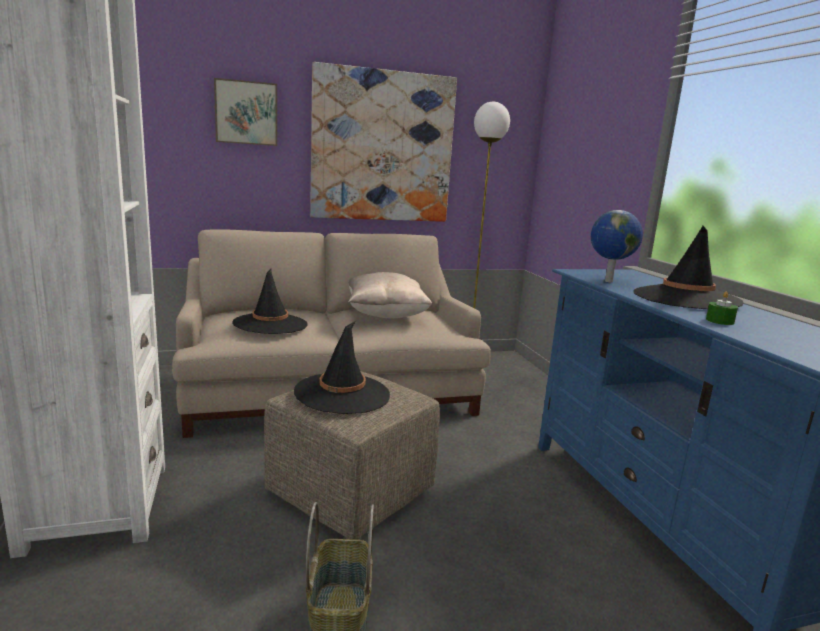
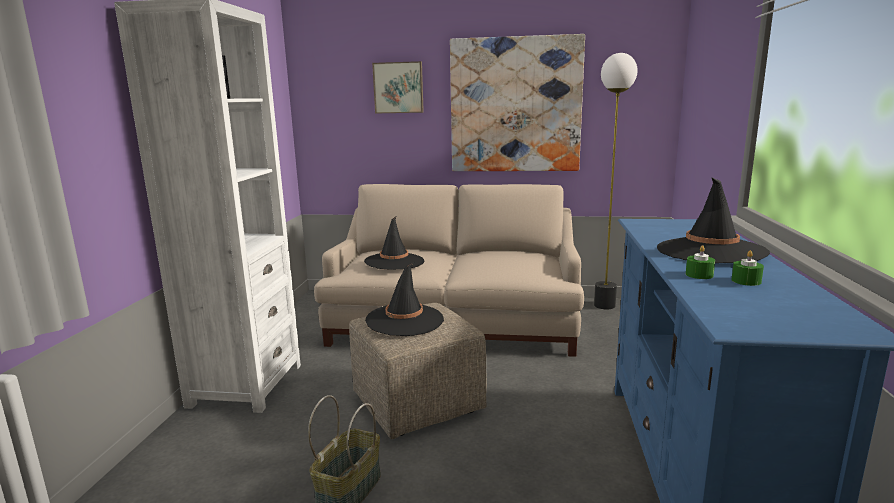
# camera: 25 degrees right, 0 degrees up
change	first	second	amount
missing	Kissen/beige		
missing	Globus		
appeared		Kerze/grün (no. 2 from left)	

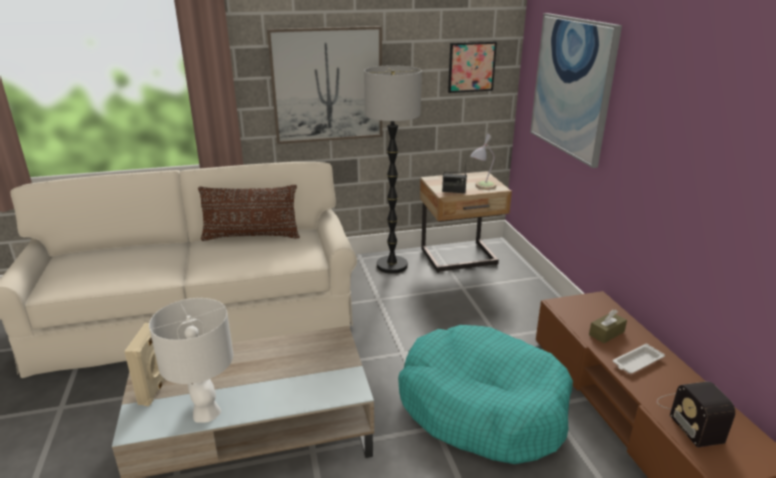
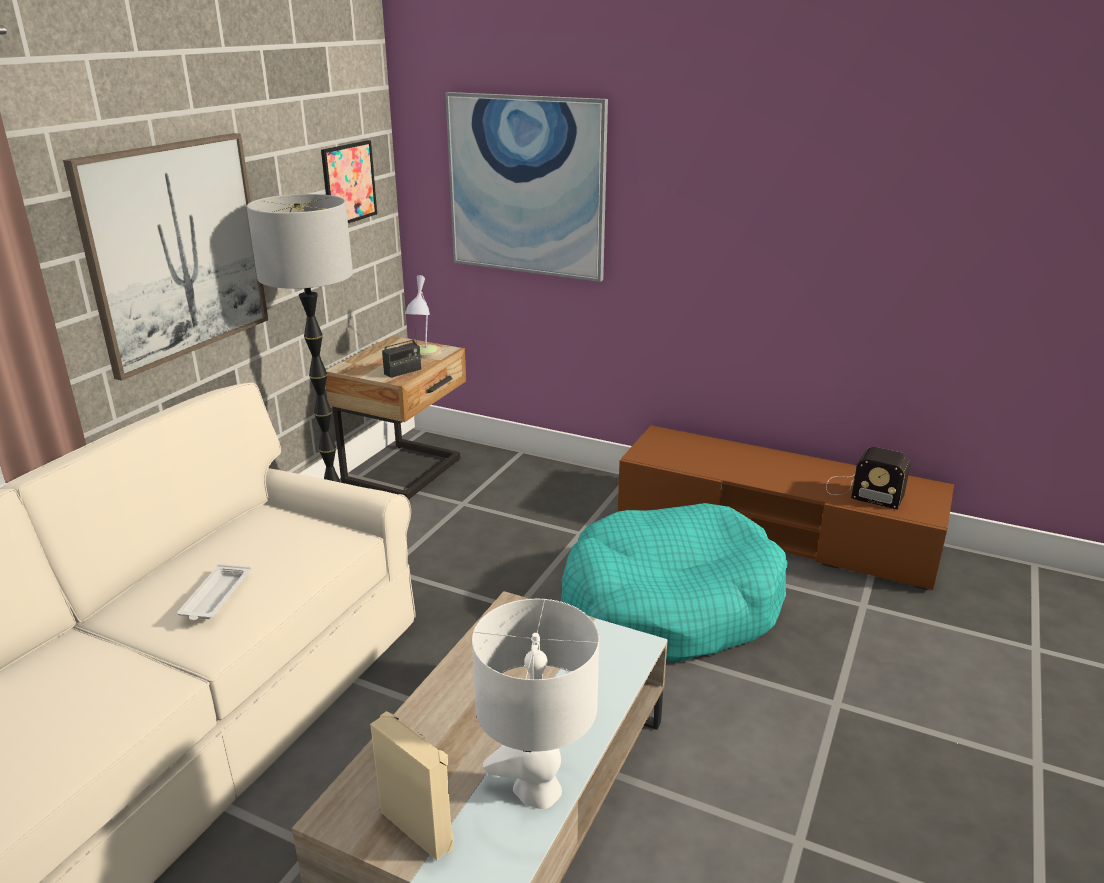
# camera: 50 degrees left, 0 degrees up
change	first	second	amount
missing	Kissen/braun		
missing	Taschentuchbox/braun		
relocated	Tablett/weiß		

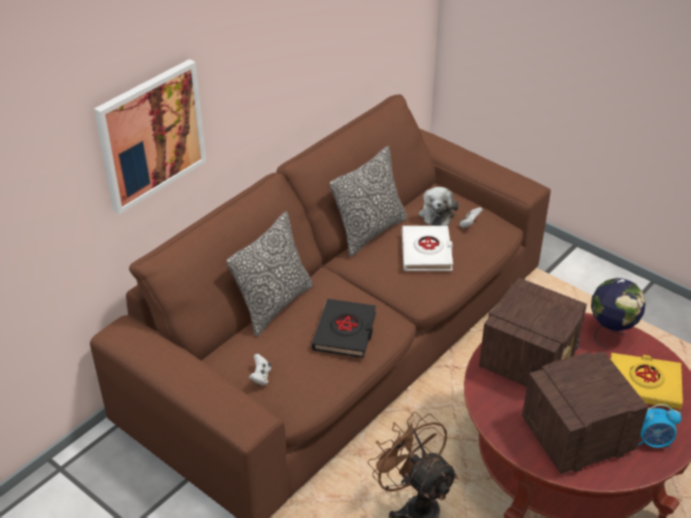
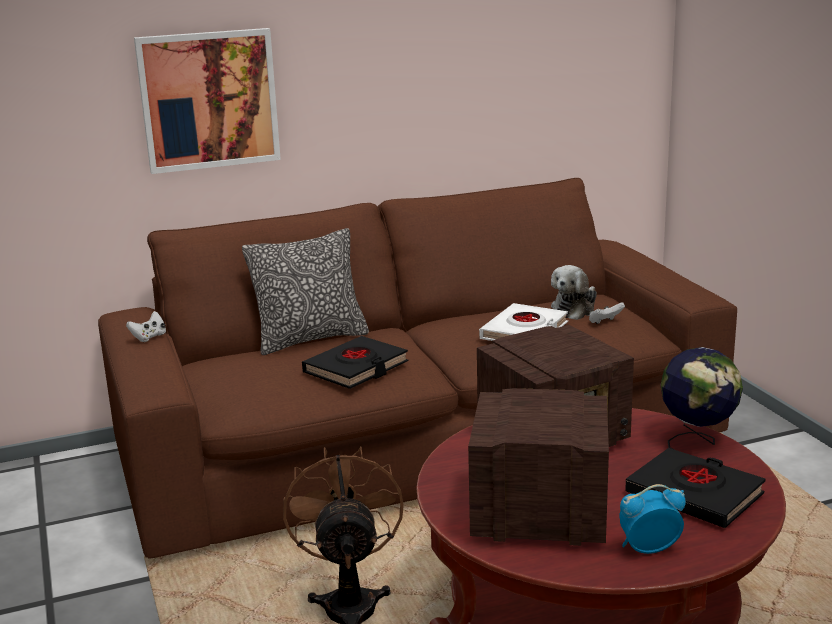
# camera: 30 degrees right, 20 degrees down
change	first	second	amount
relocated	Gamepad/weiß (no. 1 from left)		
missing	Kissen (no. 2 from left)		
colour	Buch/gelb	Buch/schwarz (no. 2 from left)	
spun	Wecker		135 degrees clockwise

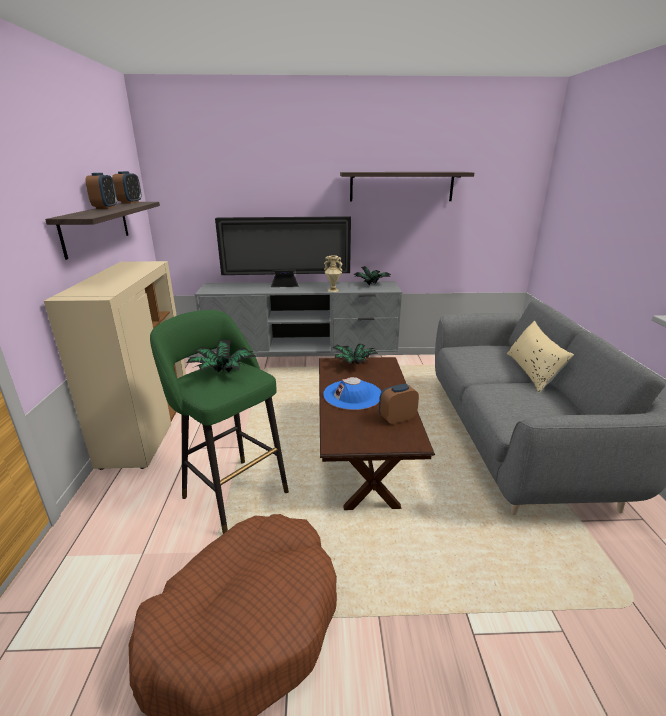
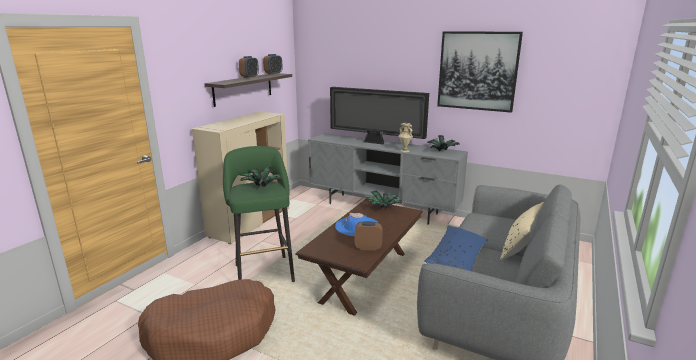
# camera: 30 degrees right, 5 degrees down
change	first	second	amount
exchanged	Wandregal (no. 2 from left)	Bild	
appeared		Kissen/blau	

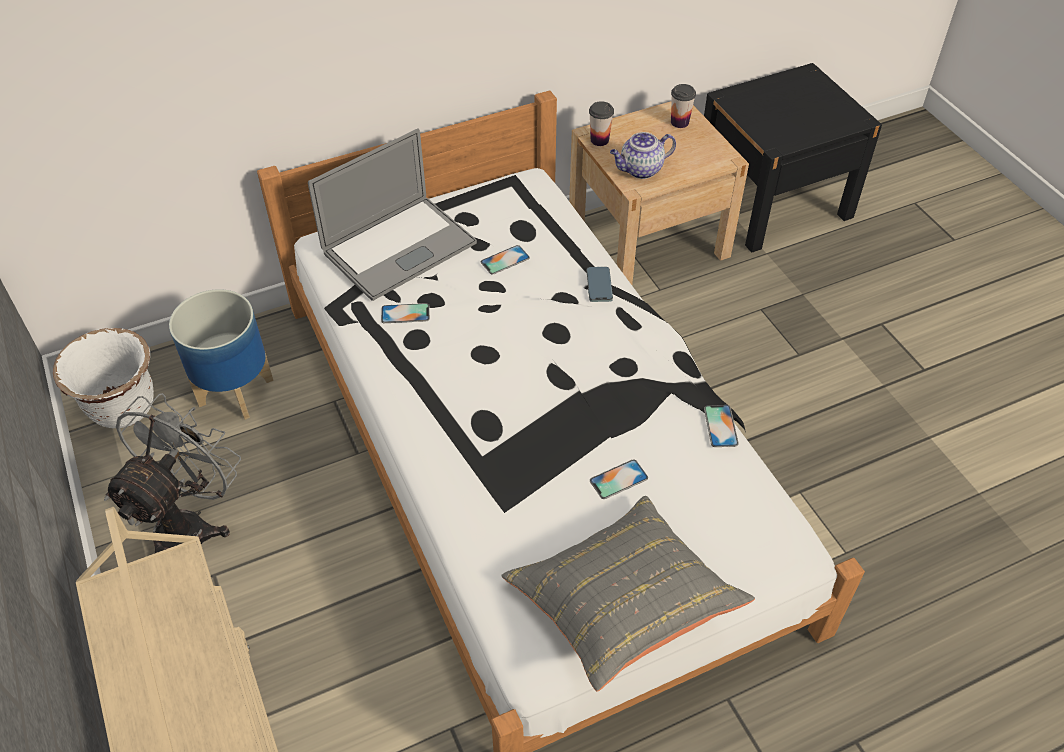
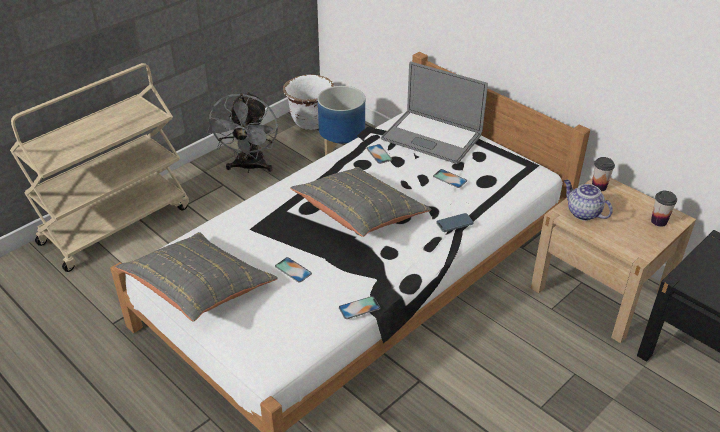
# camera: 70 degrees right, 10 degrees down
change	first	second	amount
spun	Ventilator/grau		90 degrees clockwise
appeared		Kissen/grau (no. 2 from left)	

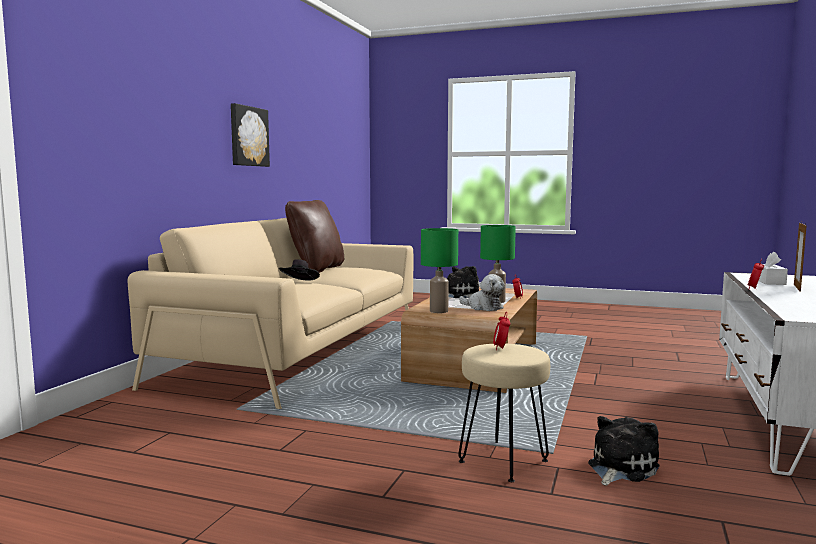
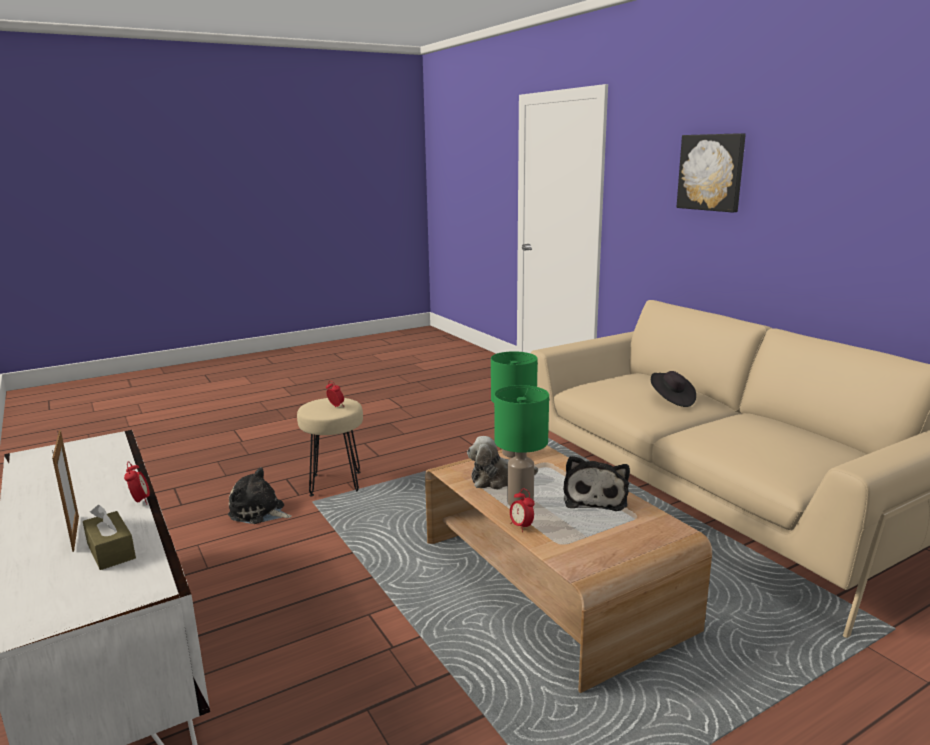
# camera: 130 degrees right, 10 degrees up
change	first	second	amount
relocated	Bild		
missing	Kissen/braun		
spun	Plüschtier (no. 3 from left in the first image)	Plüschtier (no. 1 from left)	120 degrees clockwise
colour	Taschentuchbox/weiß	Taschentuchbox/braun	

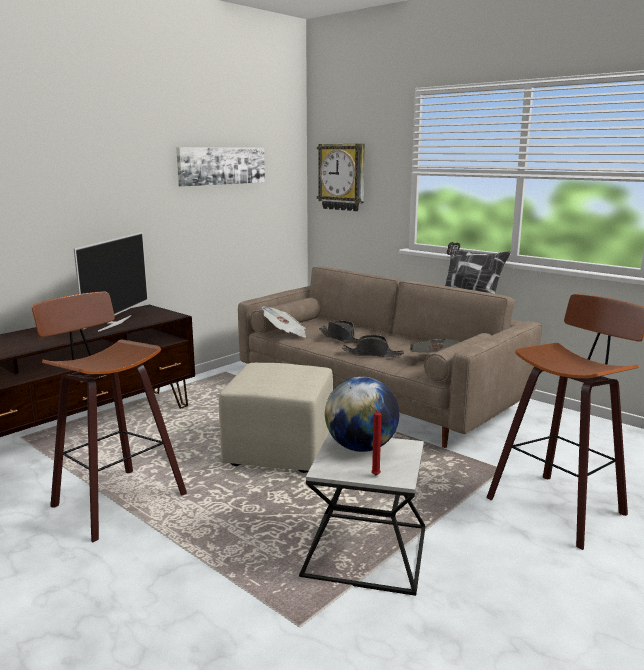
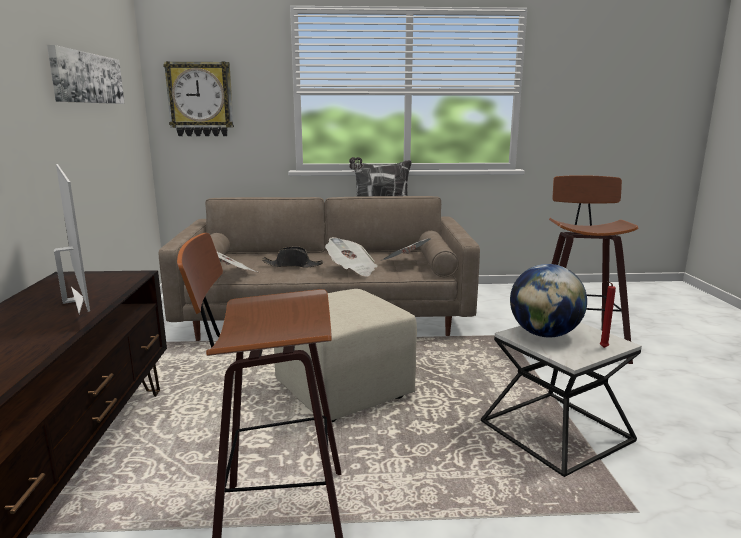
# camera: 45 degrees left, 0 degrees up
change	first	second	amount
exchanged	Hut/schwarz (no. 2 from left)	Zeitung (no. 2 from left)	

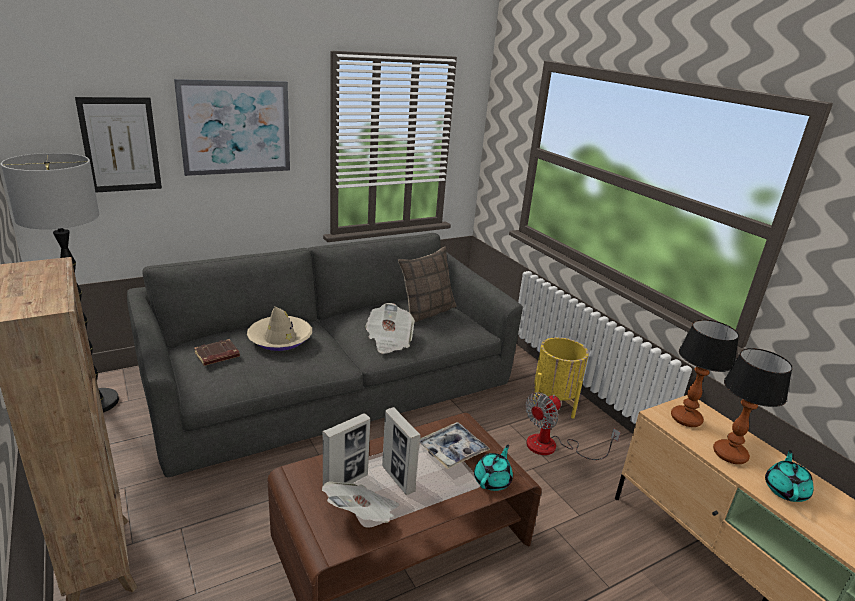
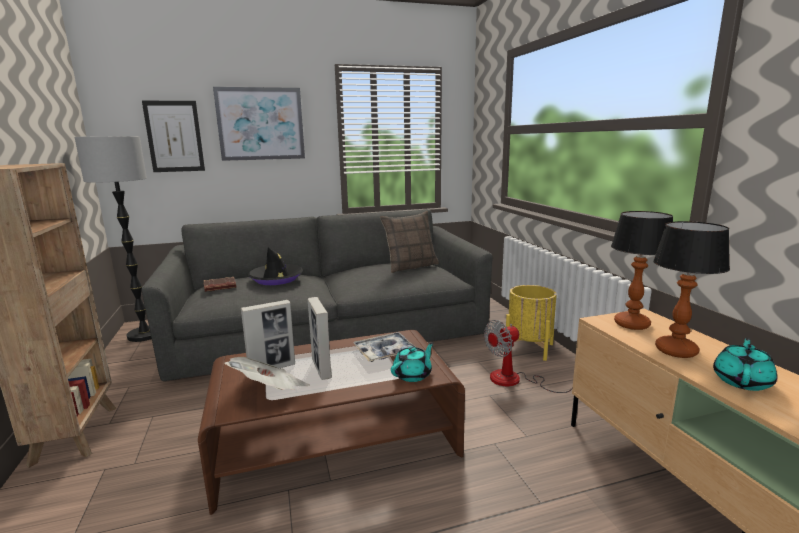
# camera: 15 degrees right, 10 degrees down
change	first	second	amount
colour	Hut/beige	Hut/schwarz	
missing	Zeitung (no. 2 from left)		

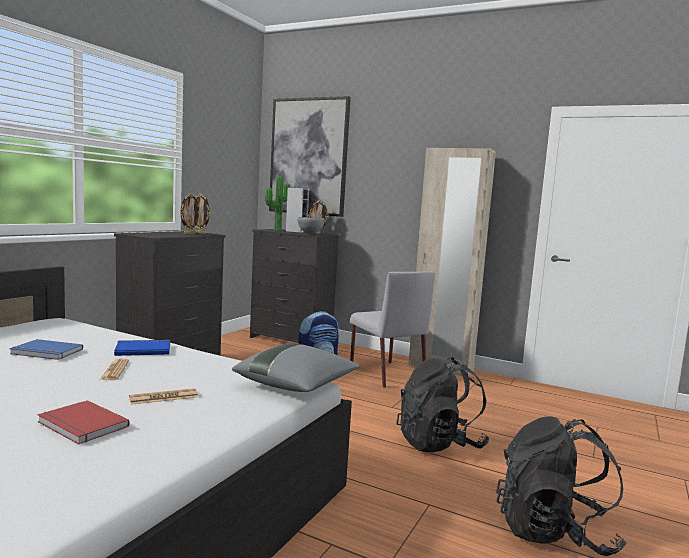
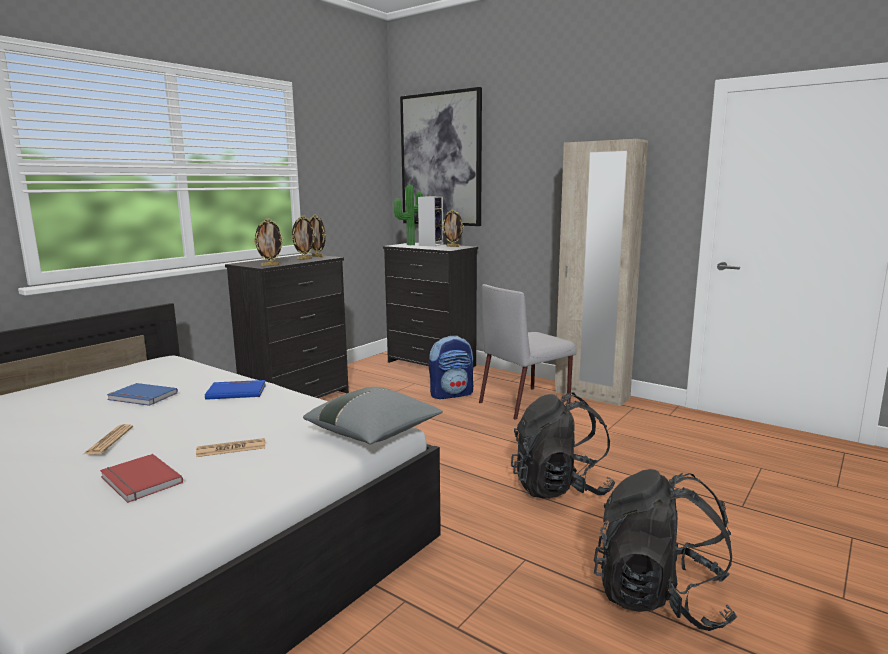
# camera: 10 degrees right, 5 degrees up
change	first	second	amount
relocated	Zeitung (no. 1 from left)		
missing	Schüssel/grau		
spun	Stuhl/grau		75 degrees clockwise
appeared		Bilderrahmen (no. 1 from left)	

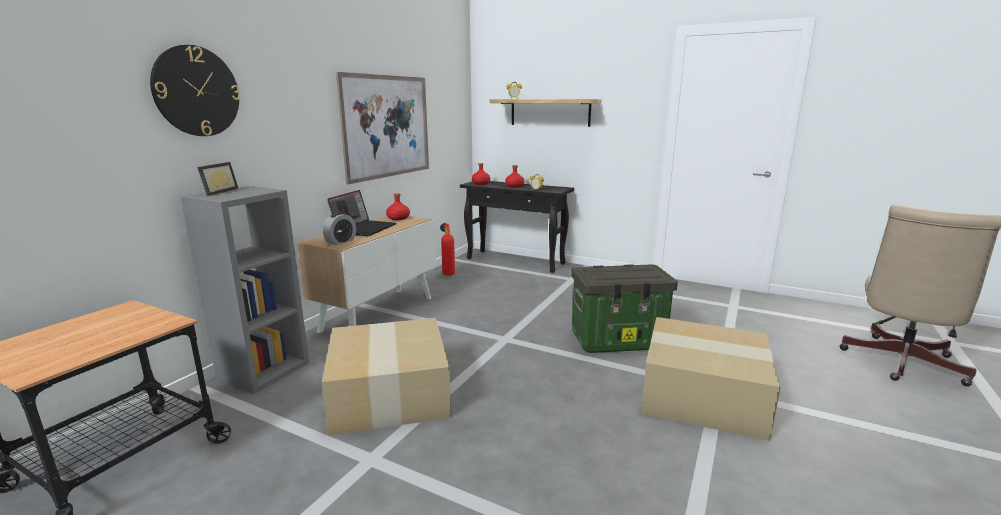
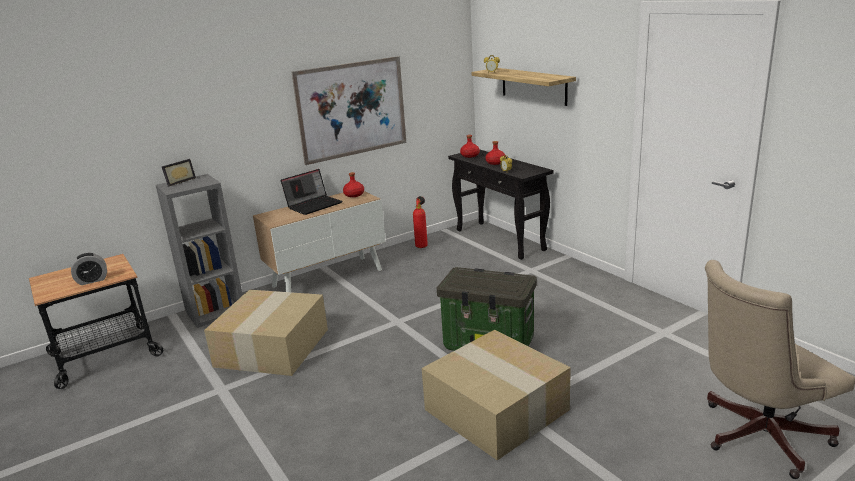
# camera: 30 degrees right, 5 degrees up
change	first	second	amount
missing	Wanduhr		
relocated	Wecker (no. 1 from left)		

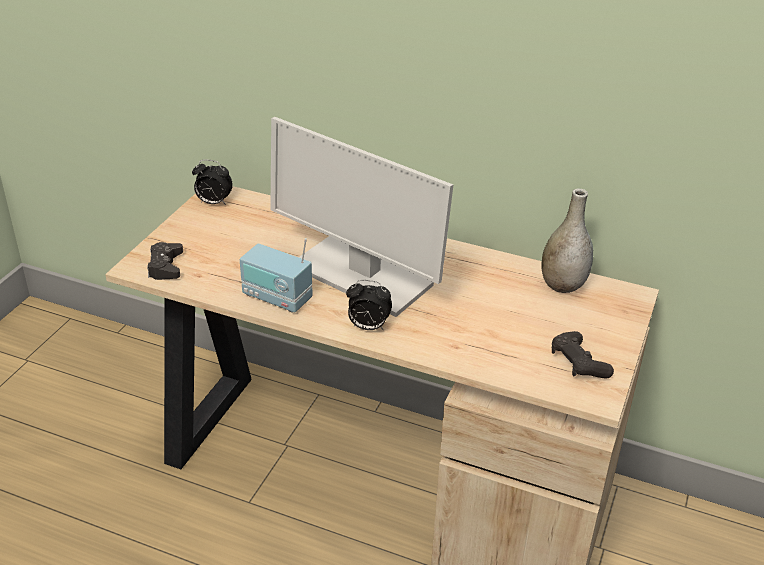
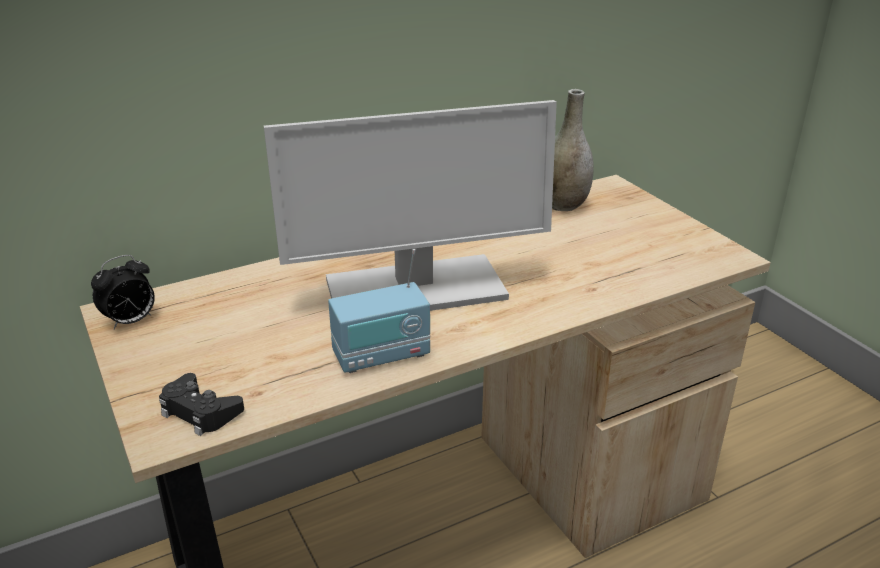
# camera: 50 degrees left, 5 degrees down
change	first	second	amount
missing	Wecker (no. 2 from left)		
missing	Gamepad/schwarz (no. 2 from left)		

